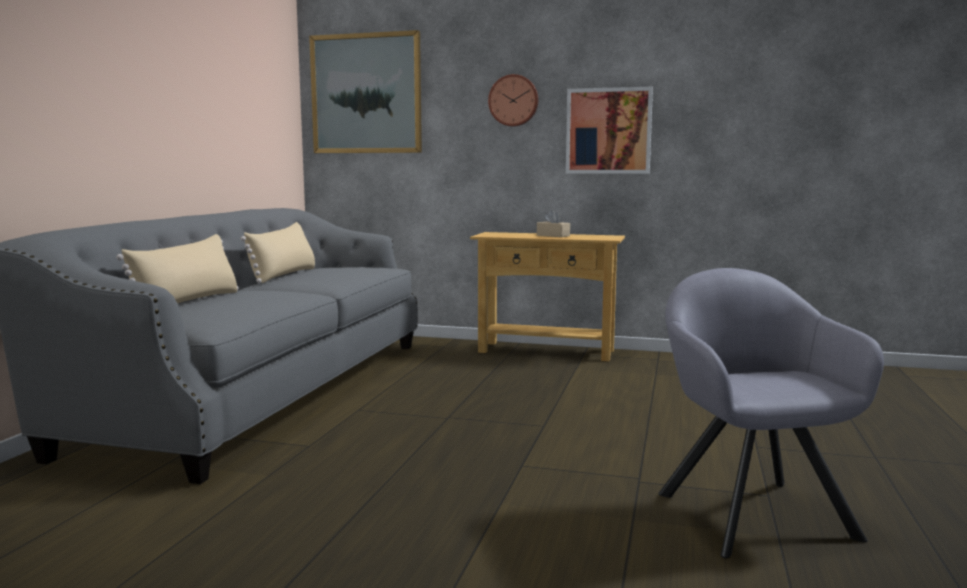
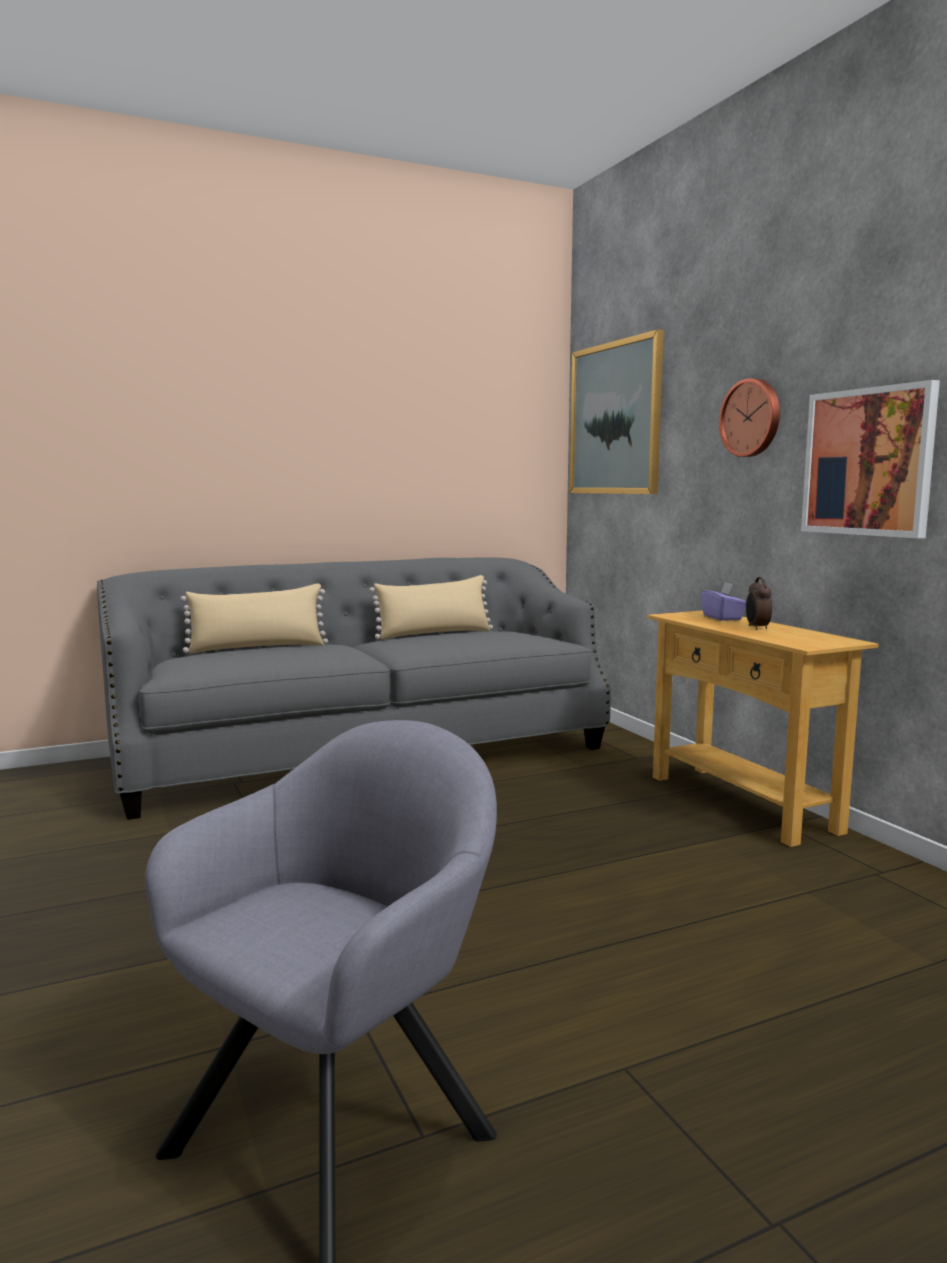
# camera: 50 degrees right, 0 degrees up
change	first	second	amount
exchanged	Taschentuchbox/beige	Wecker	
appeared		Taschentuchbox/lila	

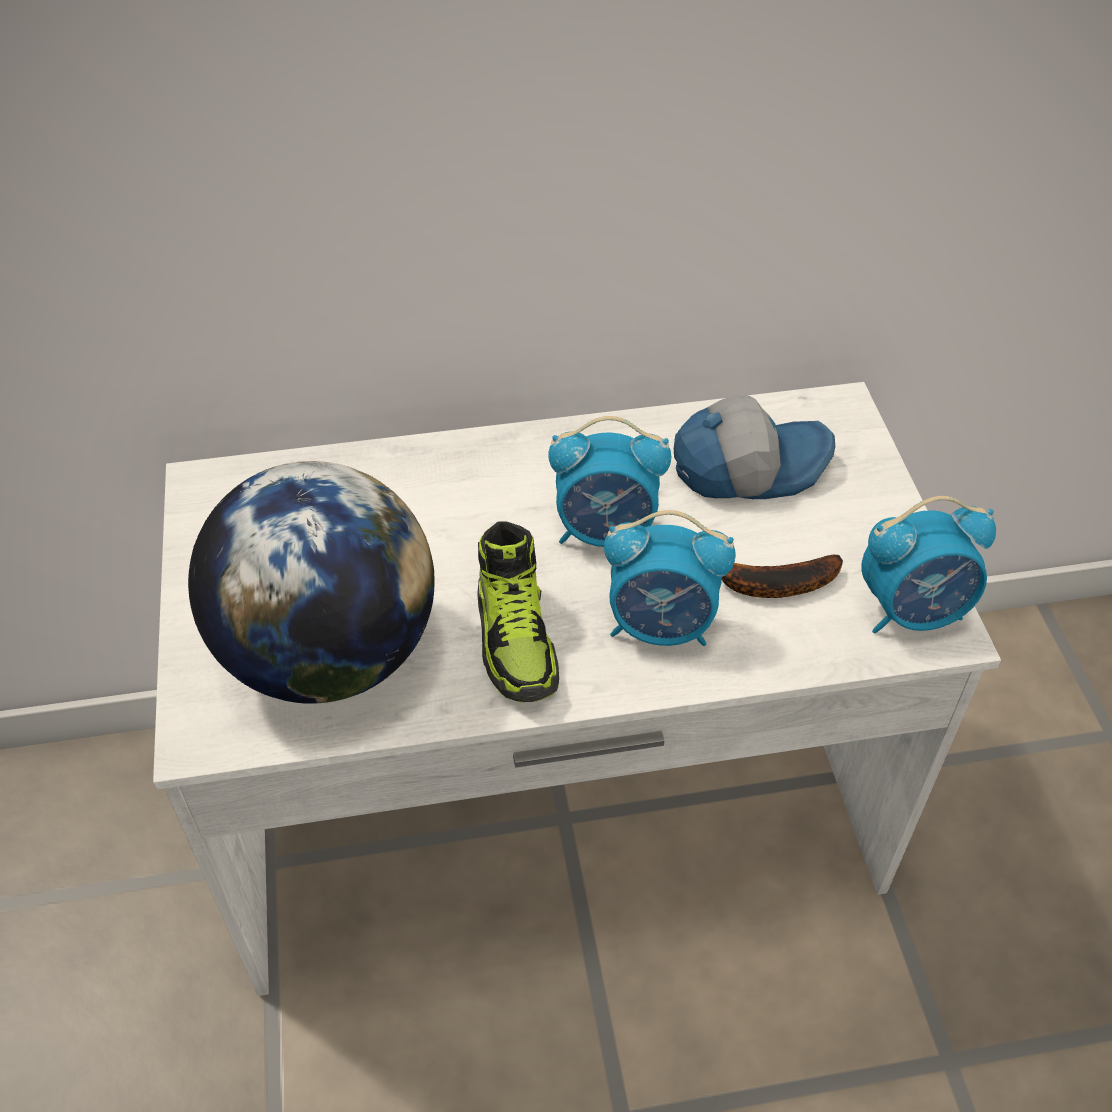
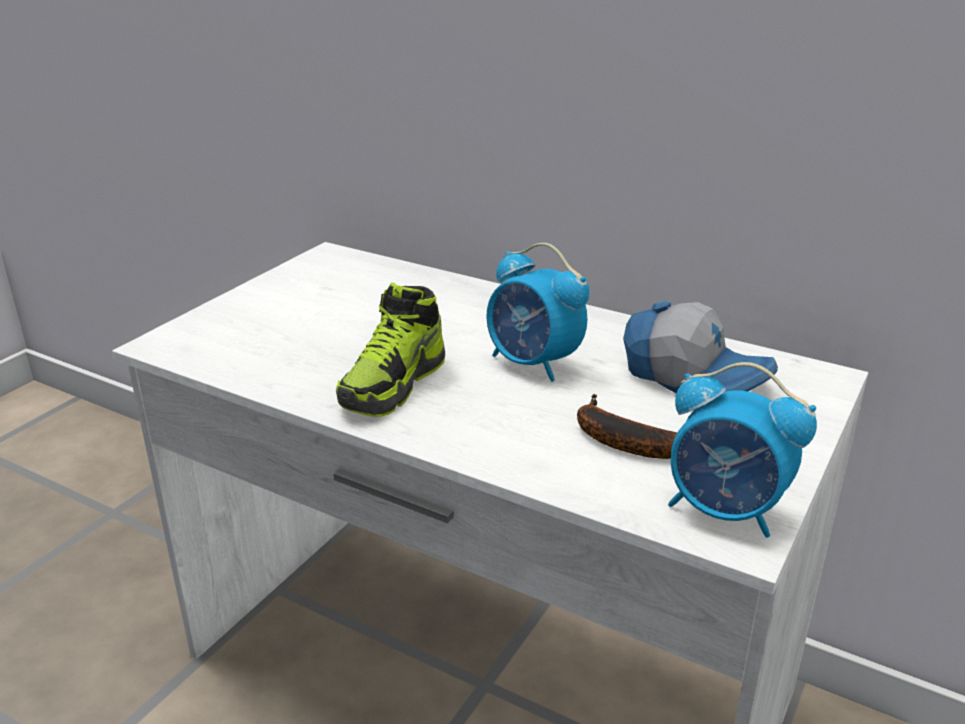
# camera: 40 degrees right, 20 degrees down
change	first	second	amount
missing	Globus		
missing	Wecker (no. 2 from left)		

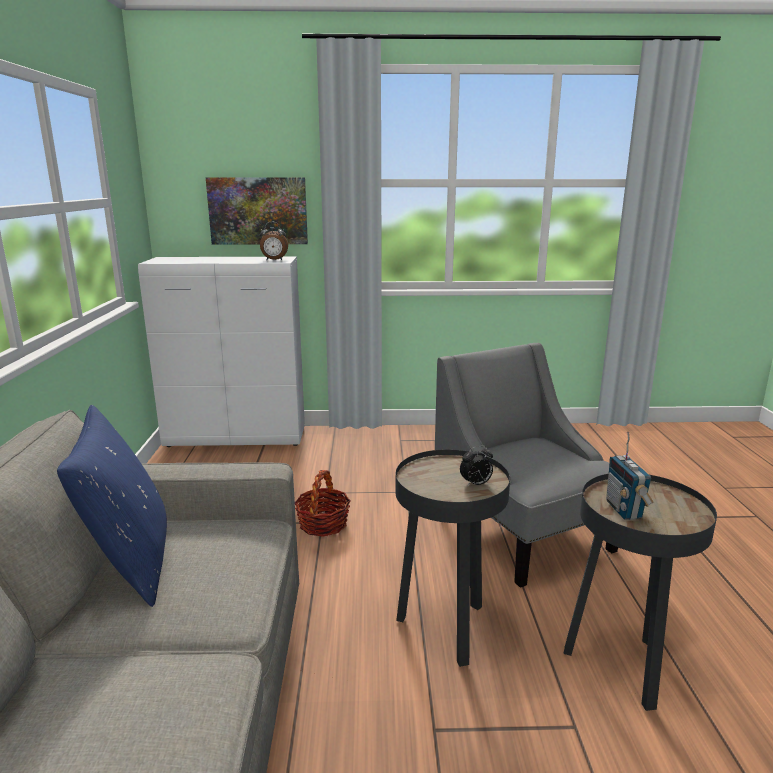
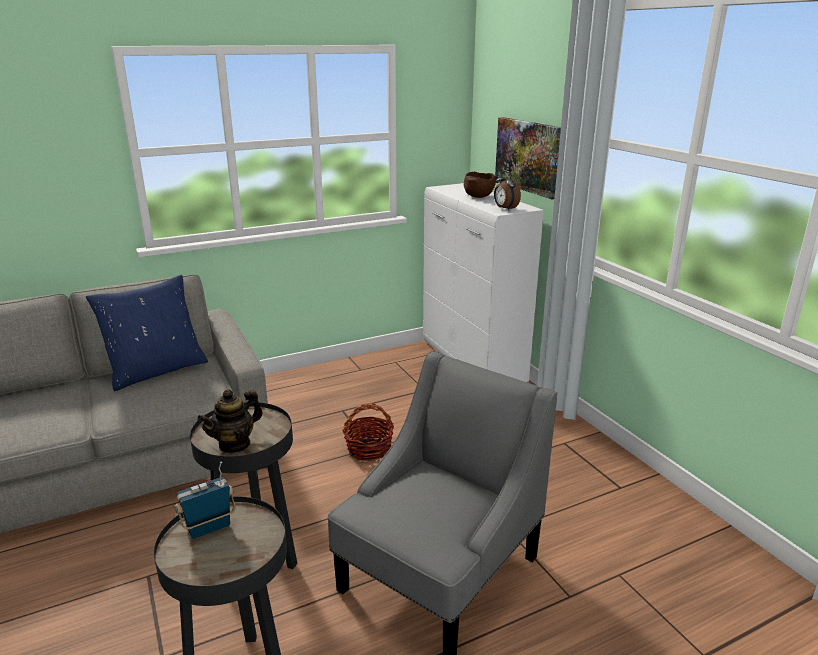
# camera: 65 degrees right, 5 degrees up
change	first	second	amount
exchanged	Wecker (no. 2 from left)	Teekanne	
appeared		Schüssel/braun	

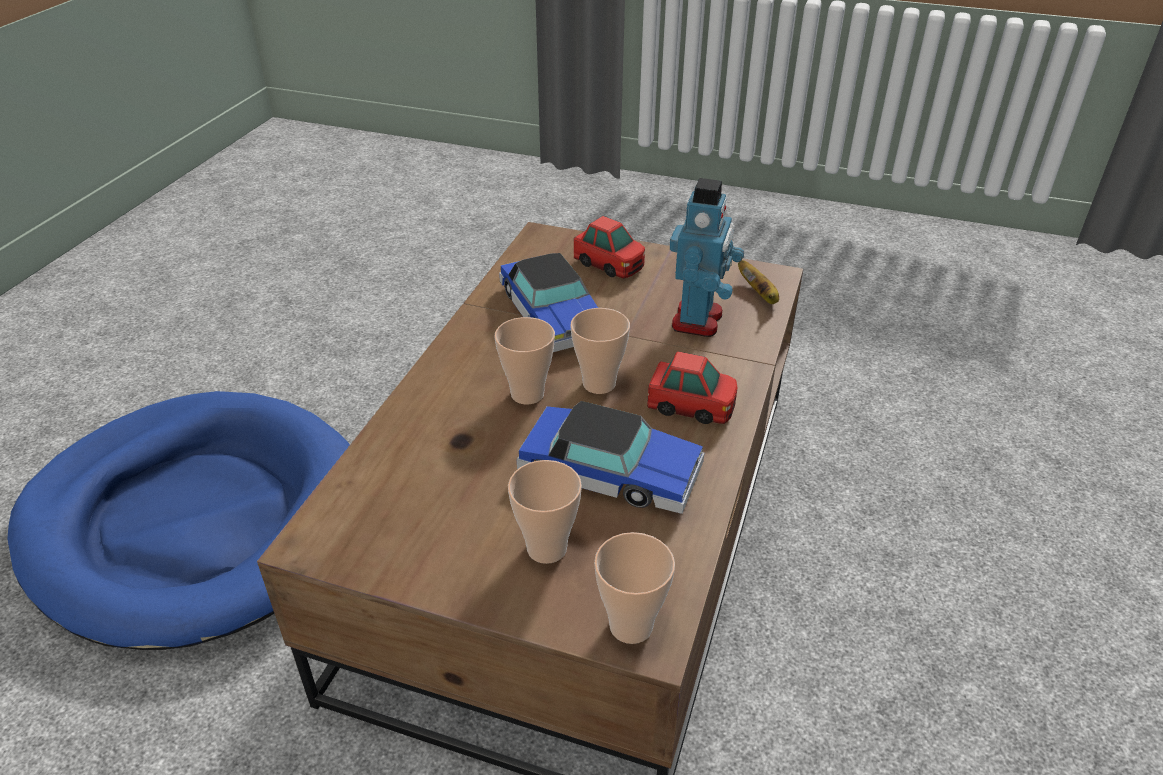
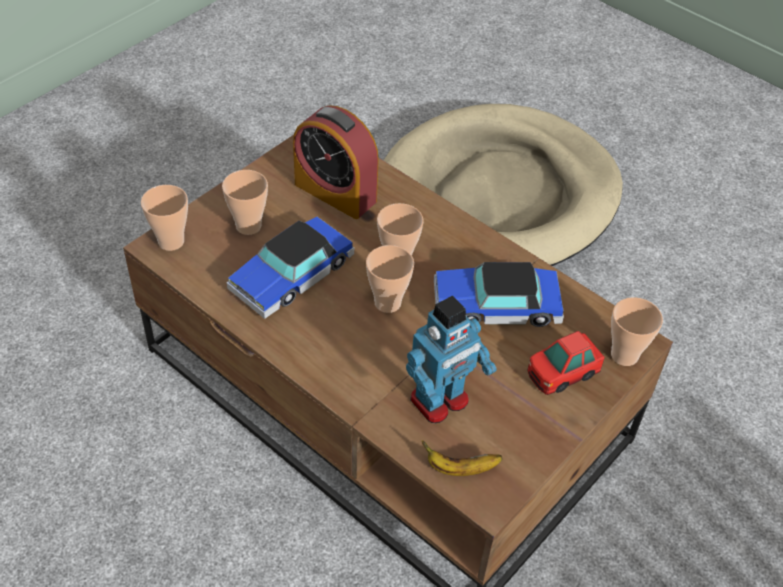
# camera: 110 degrees right, 10 degrees up
change	first	second	amount
colour	Hundebett/blau	Hundebett/beige	
missing	Spielzeugauto (no. 4 from left)		
spun	Spielzeugroboter		75 degrees counterclockwise
appeared		Wecker	
appeared		Tasse (no. 5 from left)	

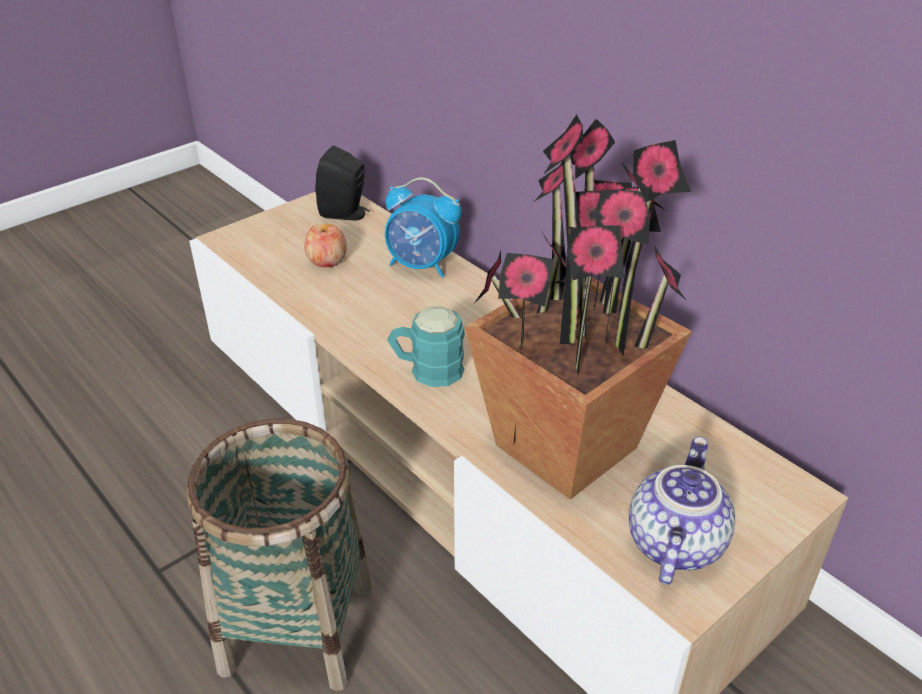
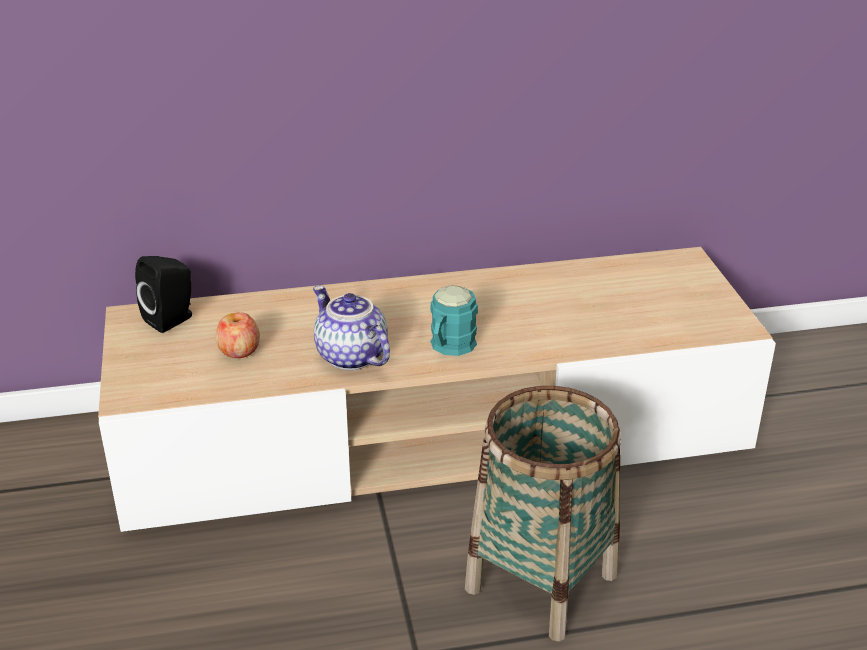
# camera: 60 degrees left, 5 degrees down
change	first	second	amount
missing	Wecker		
missing	Topfpflanze		
relocated	Teekanne		

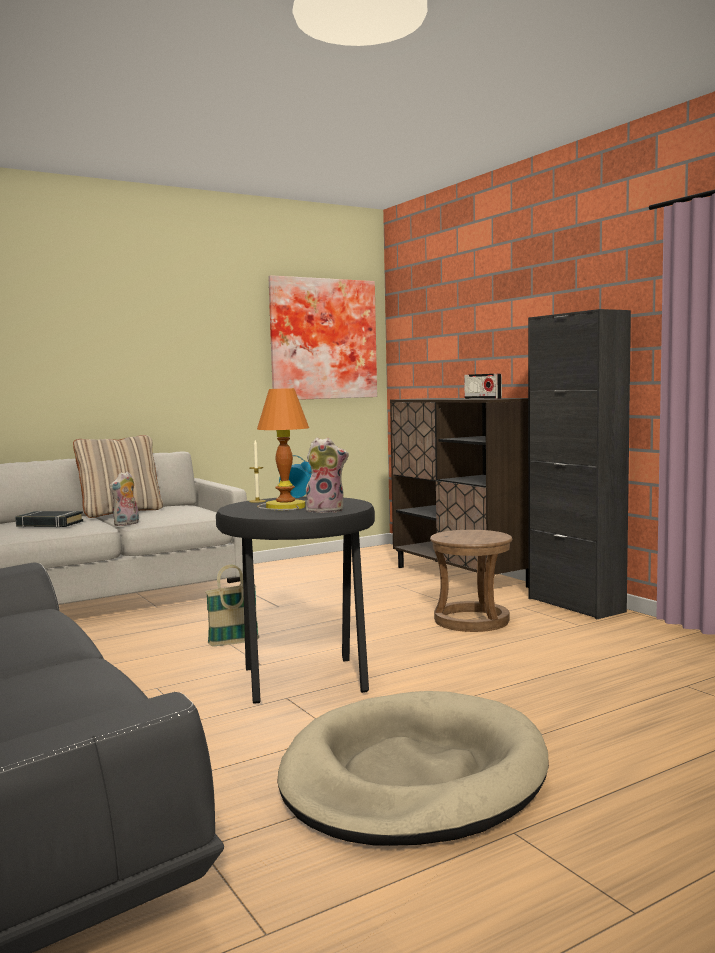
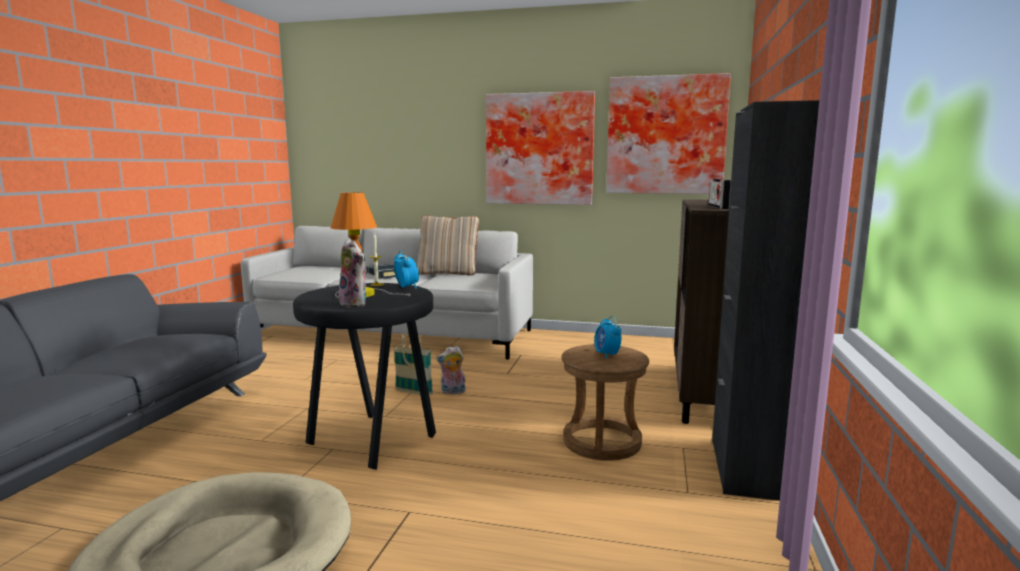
# camera: 45 degrees right, 5 degrees up
change	first	second	amount
relocated	Plüschtier (no. 1 from left in the first image)	Plüschtier (no. 2 from left)	
appeared		Bild (no. 1 from left)	
appeared		Wecker (no. 2 from left)	

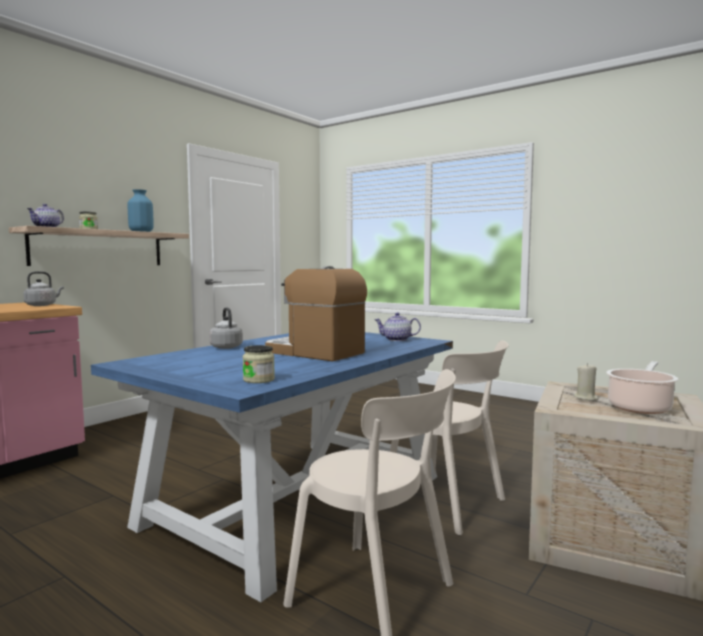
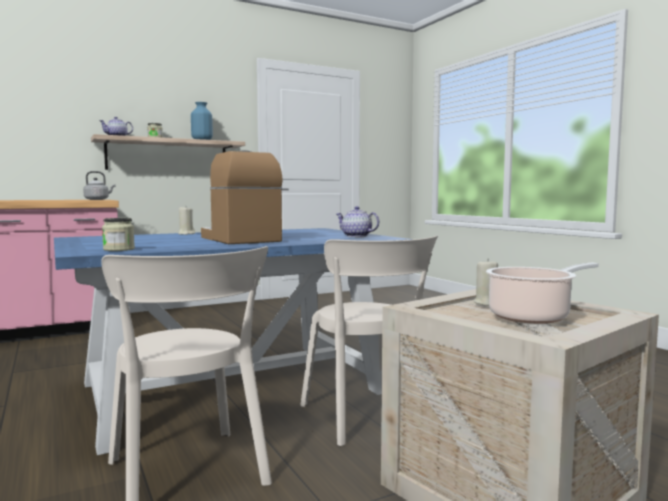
# camera: 25 degrees right, 0 degrees up
change	first	second	amount
exchanged	Wasserkessel/grau (no. 2 from left)	Kerze/beige (no. 1 from left)	

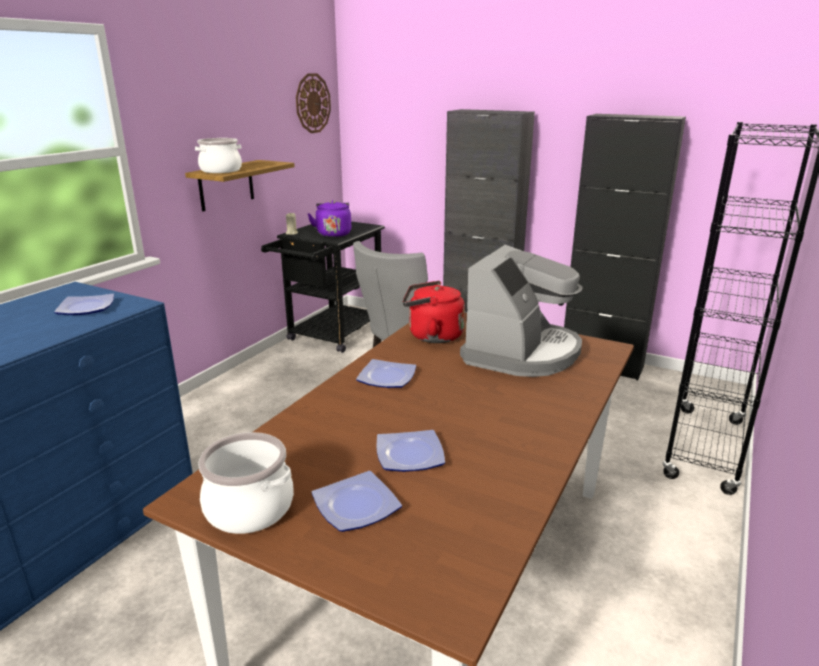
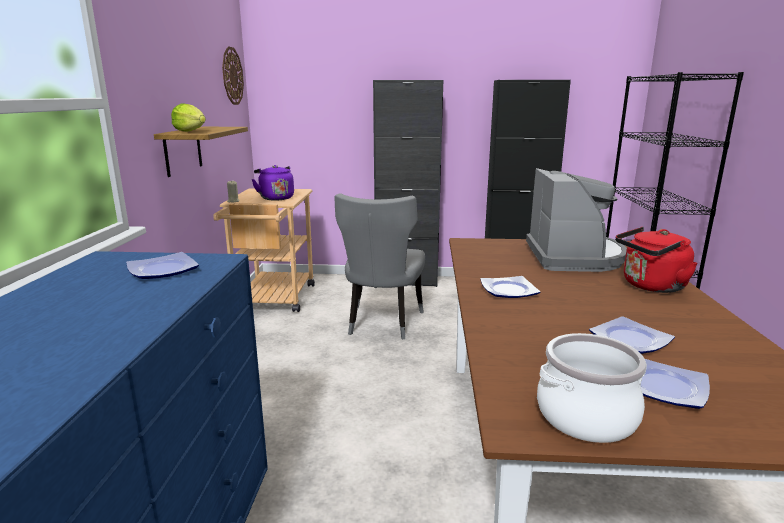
# camera: 25 degrees left, 5 degrees down
change	first	second	amount
exchanged	Kochtopf (no. 1 from left)	Salatkopf	
colour	Rollwagen/schwarz	Rollwagen/beige	
relocated	Wasserkessel/rot		

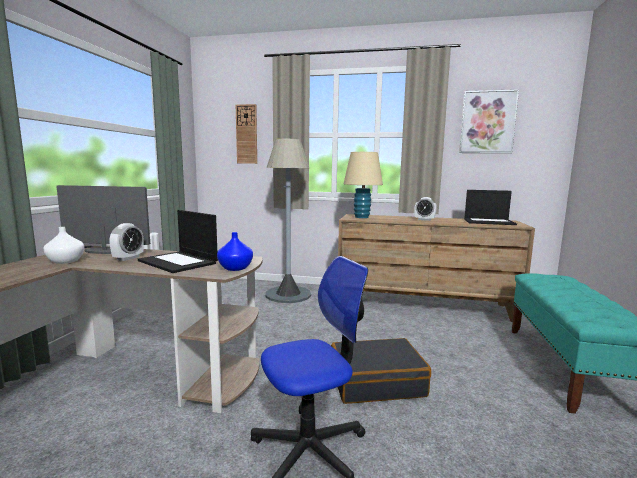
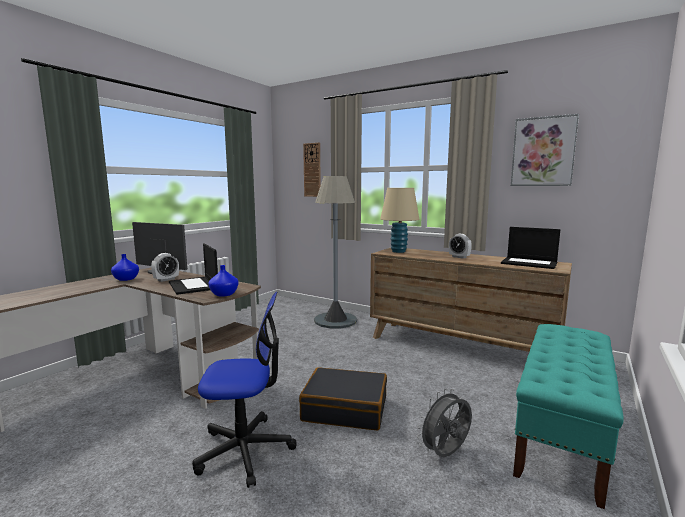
# camera: 20 degrees right, 0 degrees up
change	first	second	amount
colour	Vase/weiß	Vase/blau (no. 1 from left)	
appeared		Ventilator/grau	

